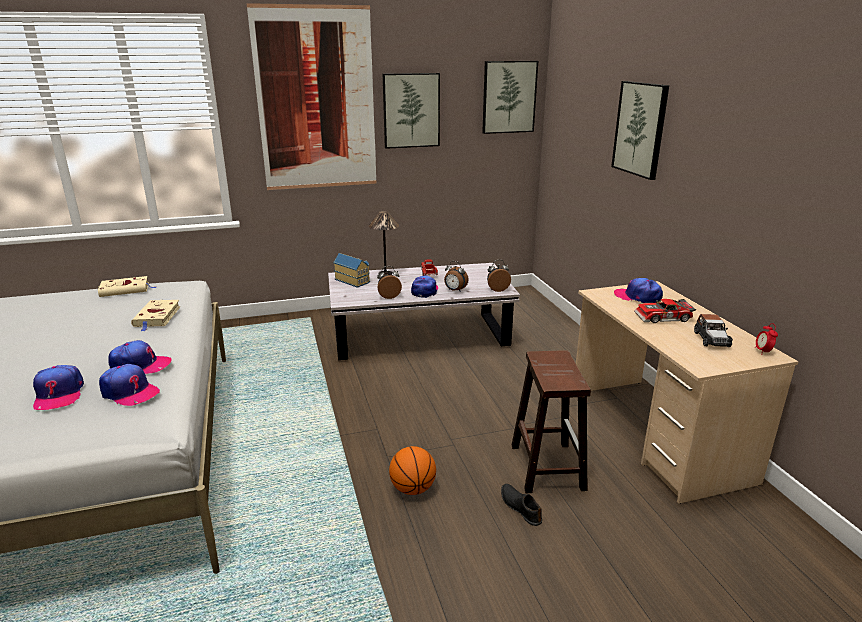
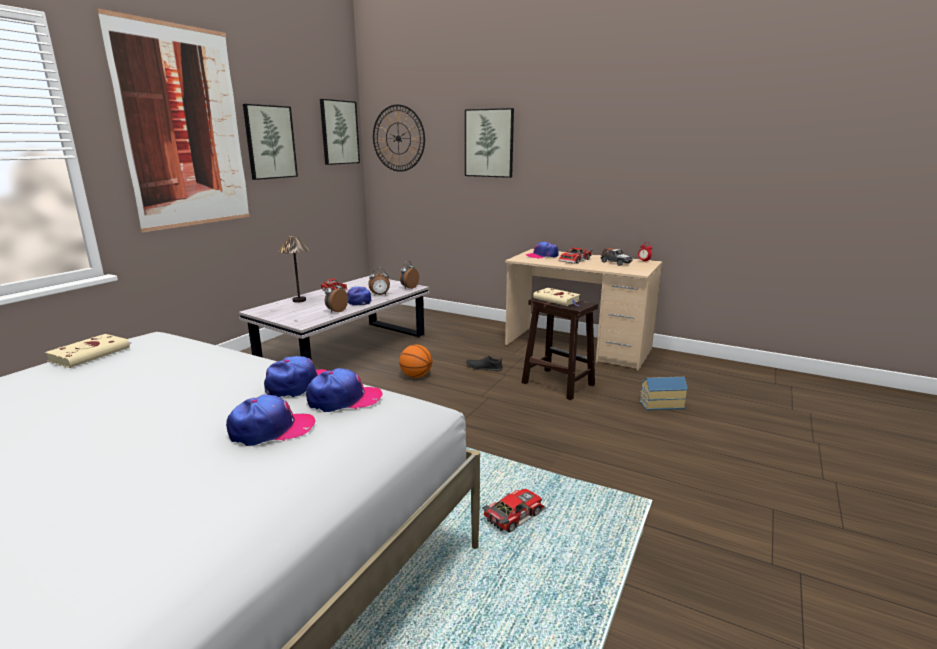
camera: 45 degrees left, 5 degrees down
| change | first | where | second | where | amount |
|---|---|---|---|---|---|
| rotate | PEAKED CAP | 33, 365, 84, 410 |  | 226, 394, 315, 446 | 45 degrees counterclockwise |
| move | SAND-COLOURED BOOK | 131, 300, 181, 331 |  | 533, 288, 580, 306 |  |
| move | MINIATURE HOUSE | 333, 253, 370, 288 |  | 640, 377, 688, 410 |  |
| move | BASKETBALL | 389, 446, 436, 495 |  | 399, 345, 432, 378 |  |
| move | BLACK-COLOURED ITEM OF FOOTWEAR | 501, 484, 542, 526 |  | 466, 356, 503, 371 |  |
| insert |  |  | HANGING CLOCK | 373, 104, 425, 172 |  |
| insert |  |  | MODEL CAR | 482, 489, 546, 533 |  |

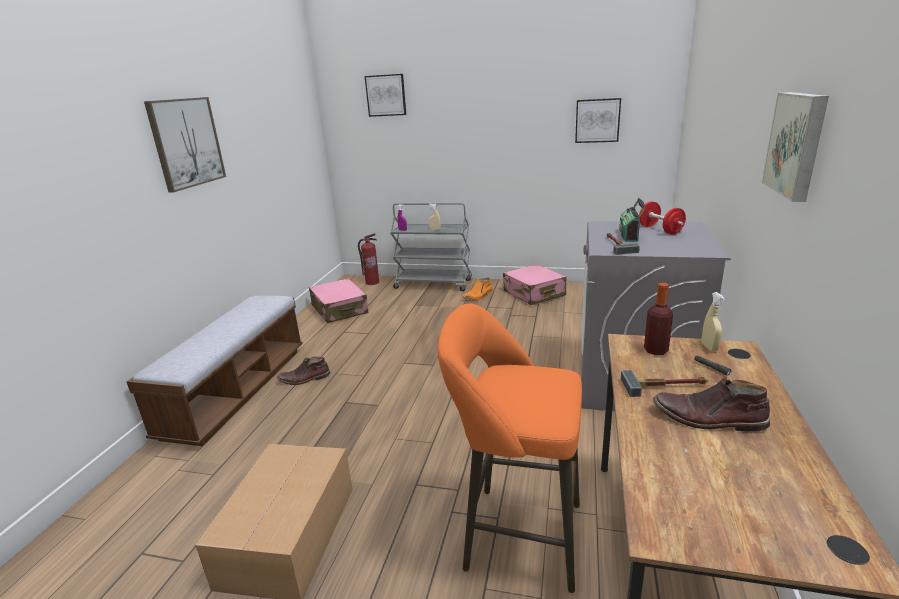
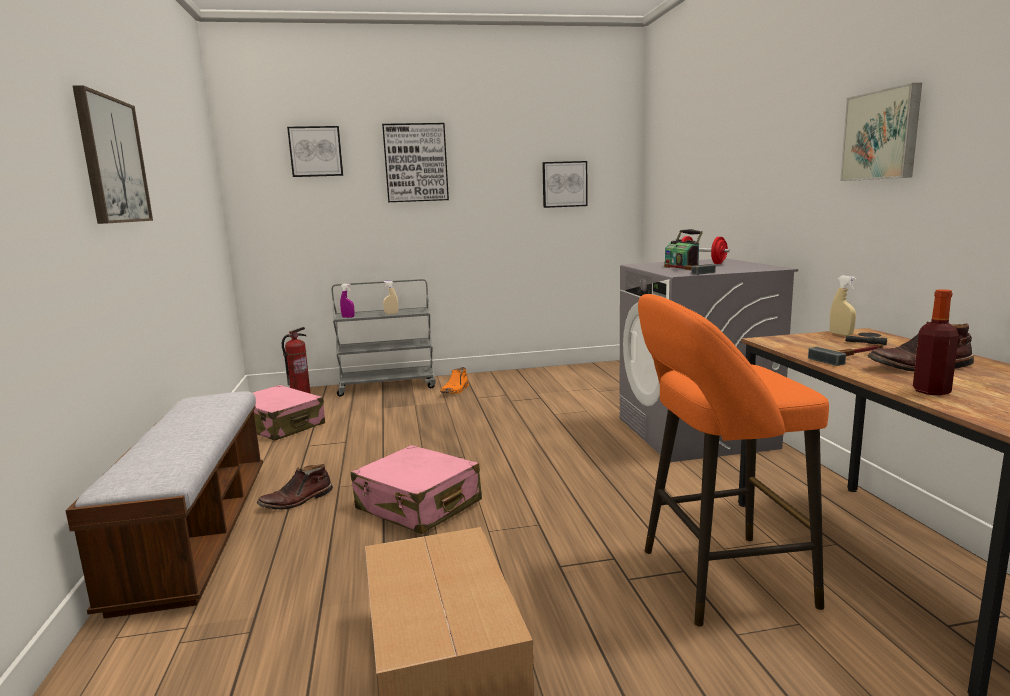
camera: 25 degrees left, 10 degrees down
| change | first | where | second | where | amount |
|---|---|---|---|---|---|
| move | PINK-COLOURED SUITCASE | 503, 264, 566, 305 |  | 351, 445, 482, 534 |  |
| move | BOTTLE | 644, 283, 673, 355 |  | 913, 289, 959, 396 |  |
| insert |  |  | WALL ART | 382, 123, 449, 202 |  |

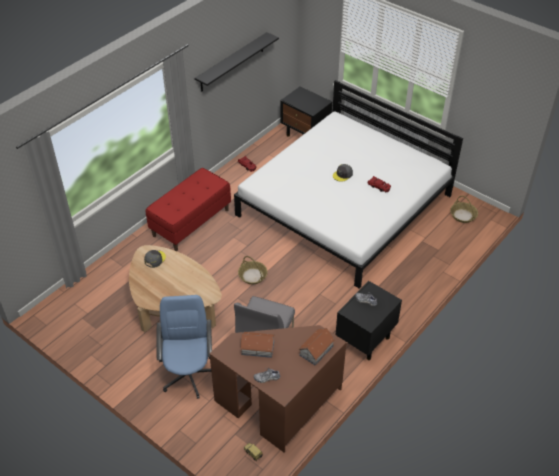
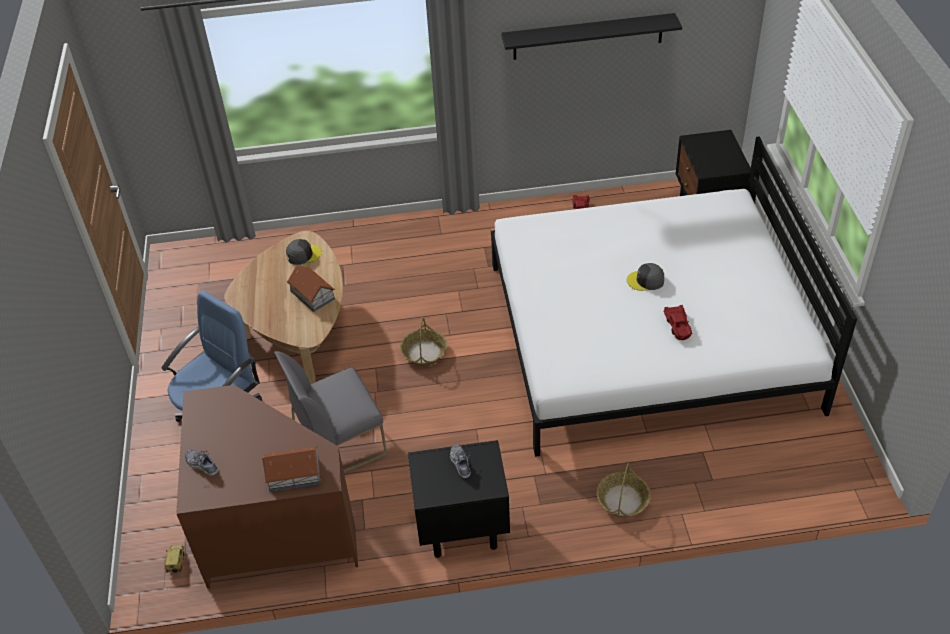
camera: 45 degrees right, 0 degrees up
| change | first | where | second | where | amount |
|---|---|---|---|---|---|
| delete | REDDISH INDOOR BENCH | 146, 168, 231, 251 |  |  |  |
| move | MINIATURE HOUSE | 241, 332, 275, 358 |  | 287, 265, 335, 312 |  |
| move | STORAGE BASKET | 450, 196, 478, 223 |  | 597, 463, 651, 517 |  |

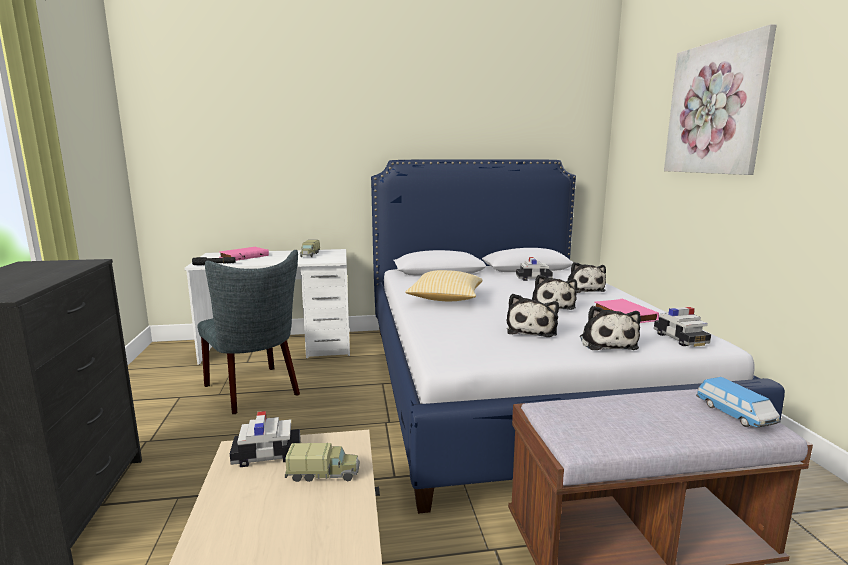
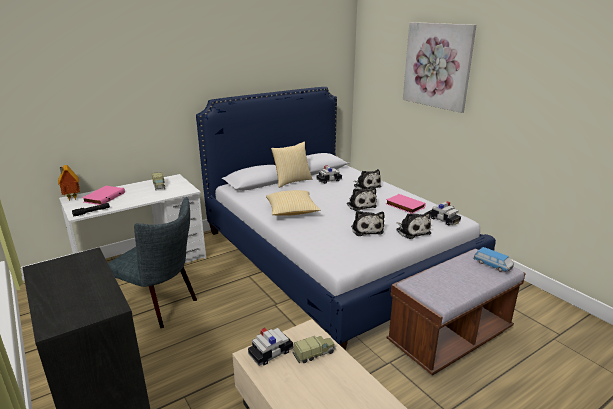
camera: 25 degrees left, 10 degrees up
| change | first | where | second | where | amount |
|---|---|---|---|---|---|
| insert |  |  | MINIATURE HOUSE | 58, 165, 80, 201 |  |
| insert |  |  | CUSHION | 271, 142, 312, 188 |  |

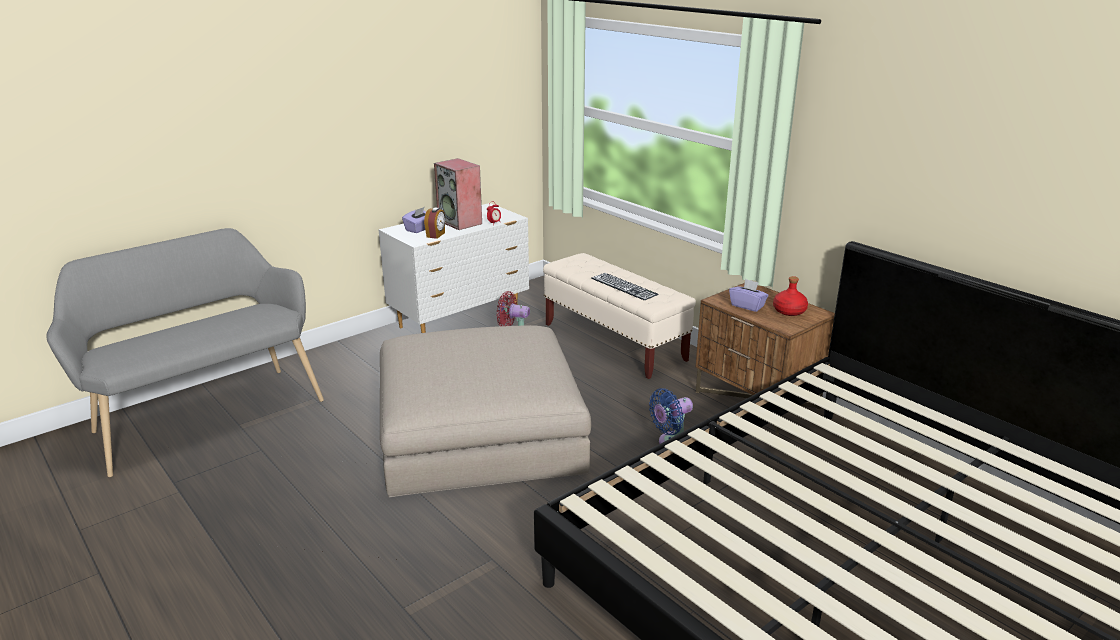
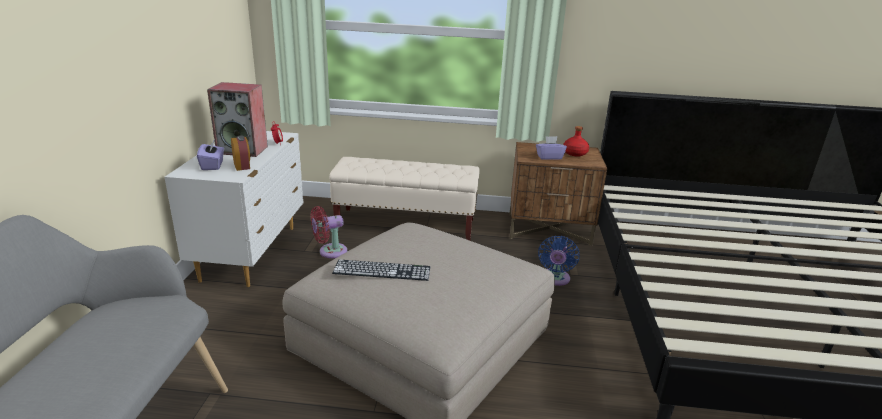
camera: 45 degrees left, 0 degrees up
| change | first | where | second | where | amount |
|---|---|---|---|---|---|
| move | COMPUTER KEYBOARD | 591, 273, 658, 300 |  | 332, 260, 430, 281 |  |

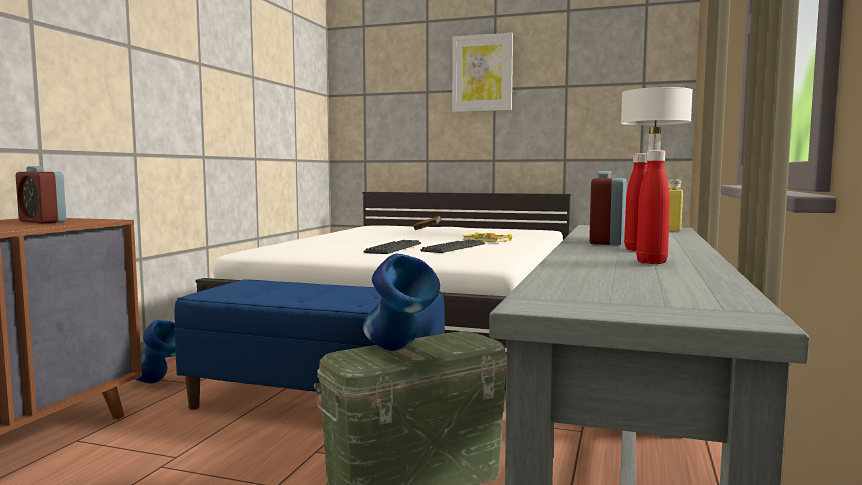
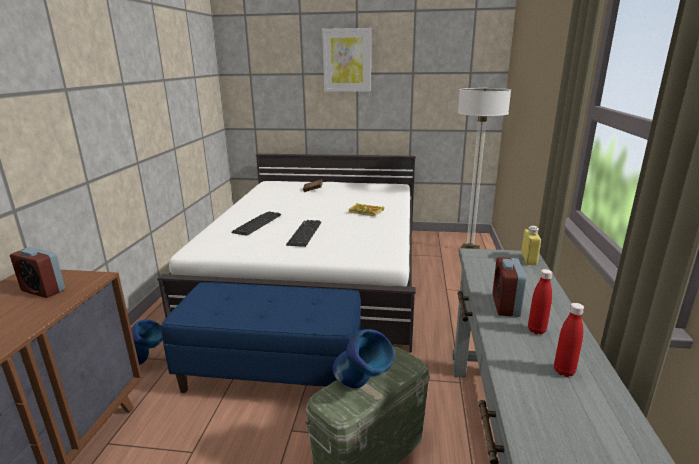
camera: 10 degrees left, 15 degrees up
| change | first | where | second | where | amount |
|---|---|---|---|---|---|
| move | COMPUTER KEYBOARD | 420, 240, 485, 253 |  | 231, 212, 281, 235 |  |

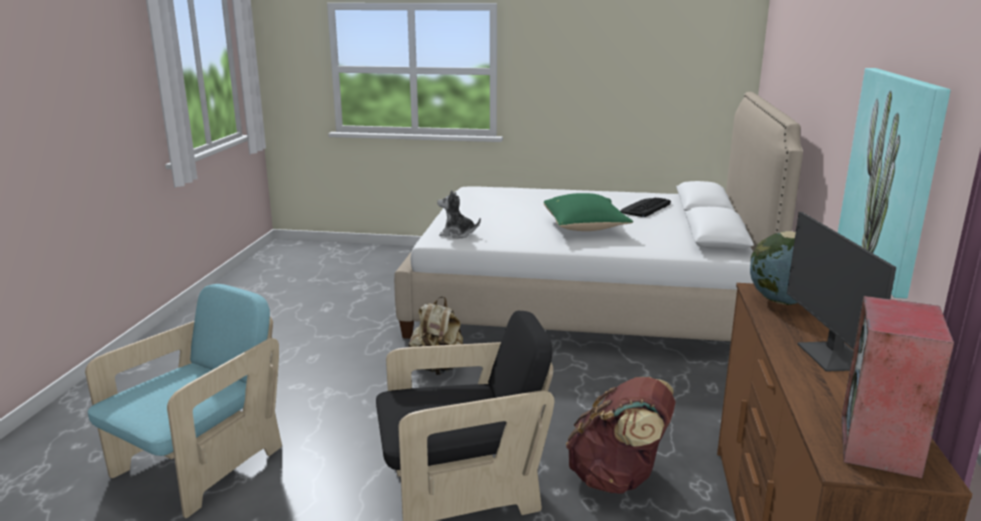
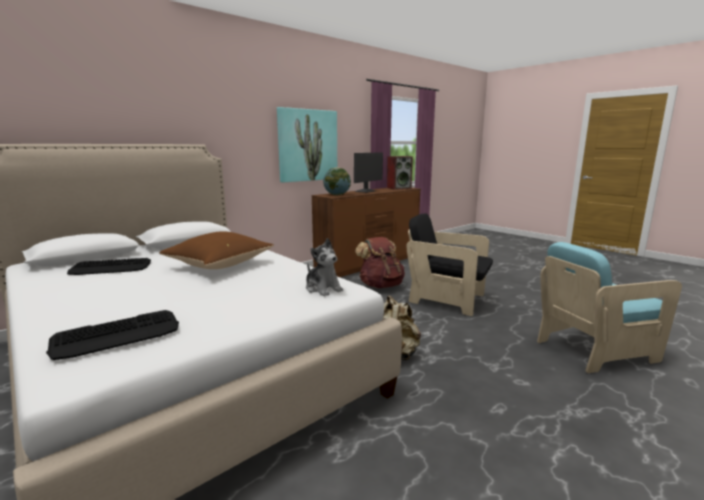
camera: 140 degrees left, 5 degrees down
| change | first | where | second | where | amount |
|---|---|---|---|---|---|
| recolor | GREEN-COLOURED CUSHION | 544, 193, 633, 231 | BROWN CUSHION | 159, 231, 274, 269 |  |
| insert |  |  | COMPUTER KEYBOARD | 46, 310, 179, 360 |  |

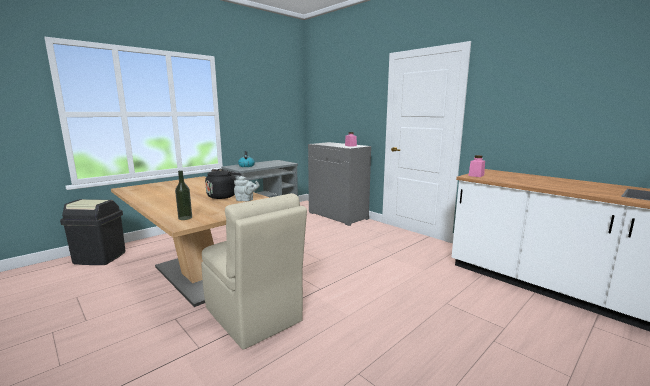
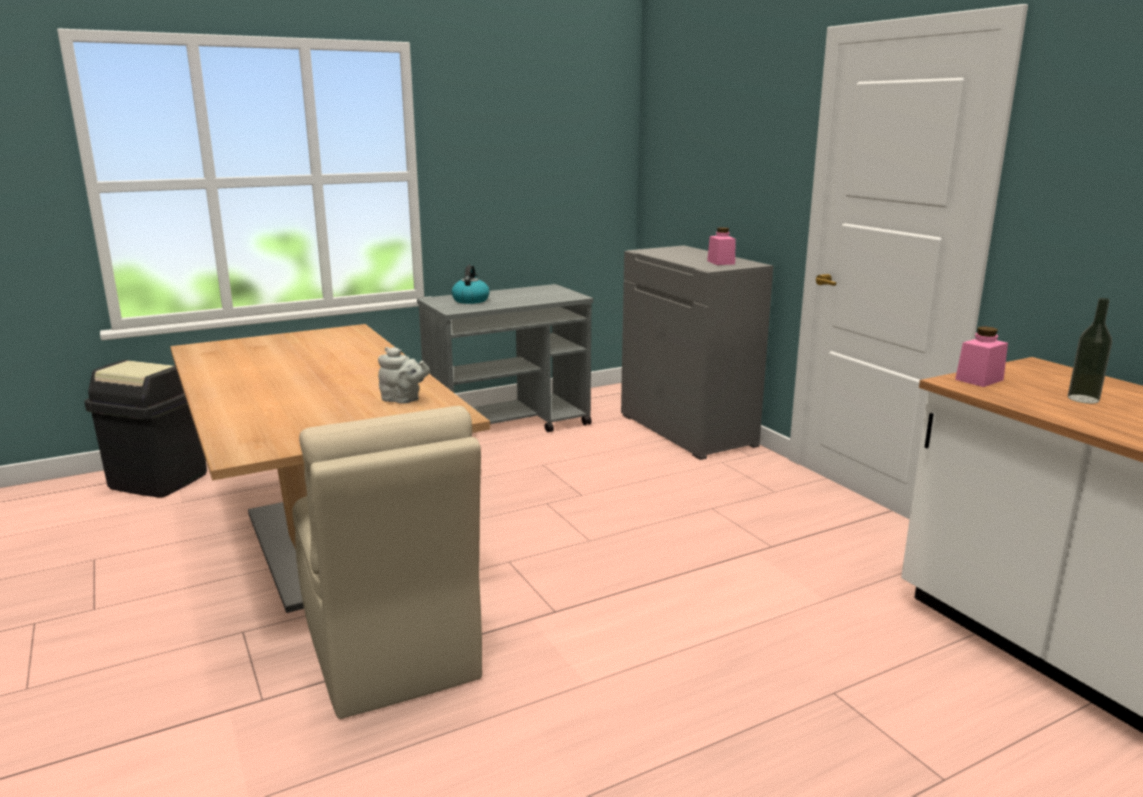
camera: 15 degrees right, 5 degrees up
| change | first | where | second | where | amount |
|---|---|---|---|---|---|
| move | BOTTLE | 175, 170, 192, 220 |  | 1068, 298, 1112, 404 |  |
| delete | BLACK-COLOURED TEA KETTLE | 205, 169, 241, 199 |  |  |  |

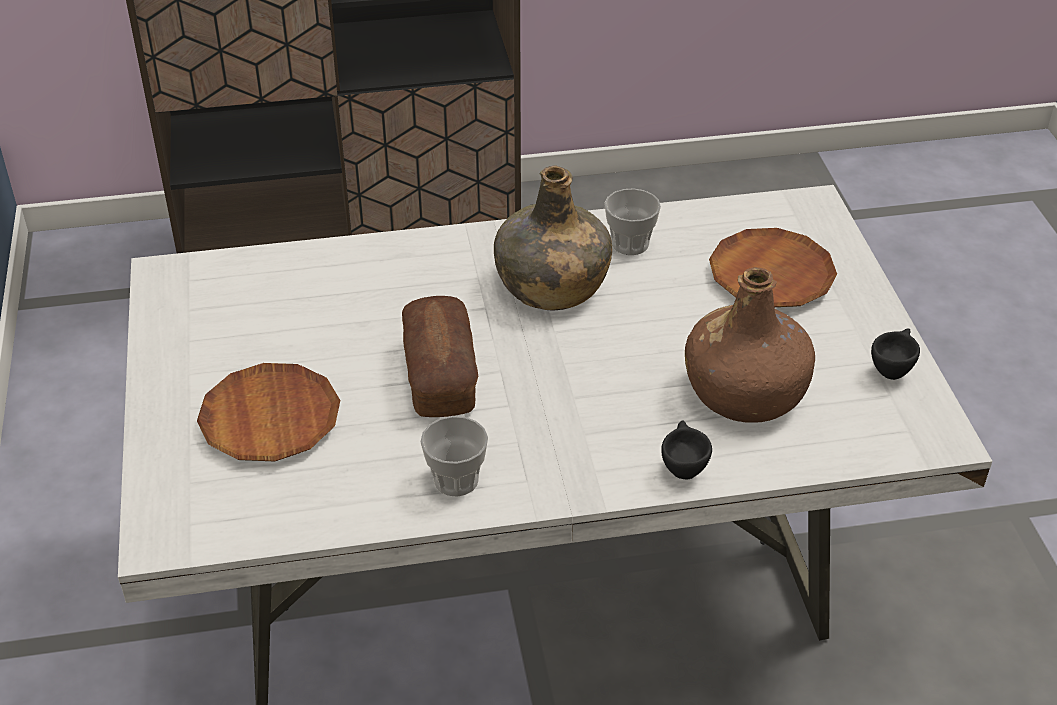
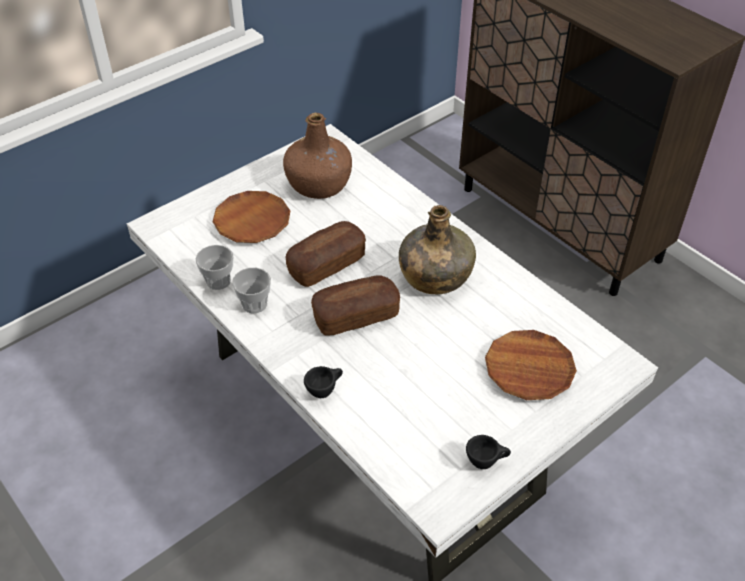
camera: 60 degrees right, 5 degrees up
| change | first | where | second | where | amount |
|---|---|---|---|---|---|
| move | SMALL CUP | 604, 188, 661, 255 |  | 196, 245, 234, 290 |  |
| move | BROWN BOTTLE | 685, 267, 815, 423 |  | 283, 113, 352, 199 |  |
| insert |  |  | BAKED BREAD | 311, 275, 400, 335 |  |

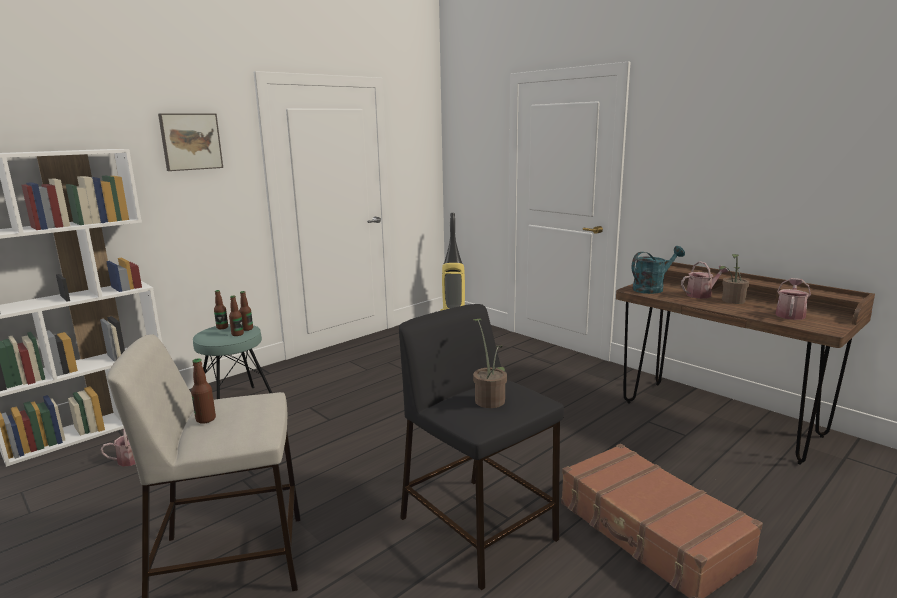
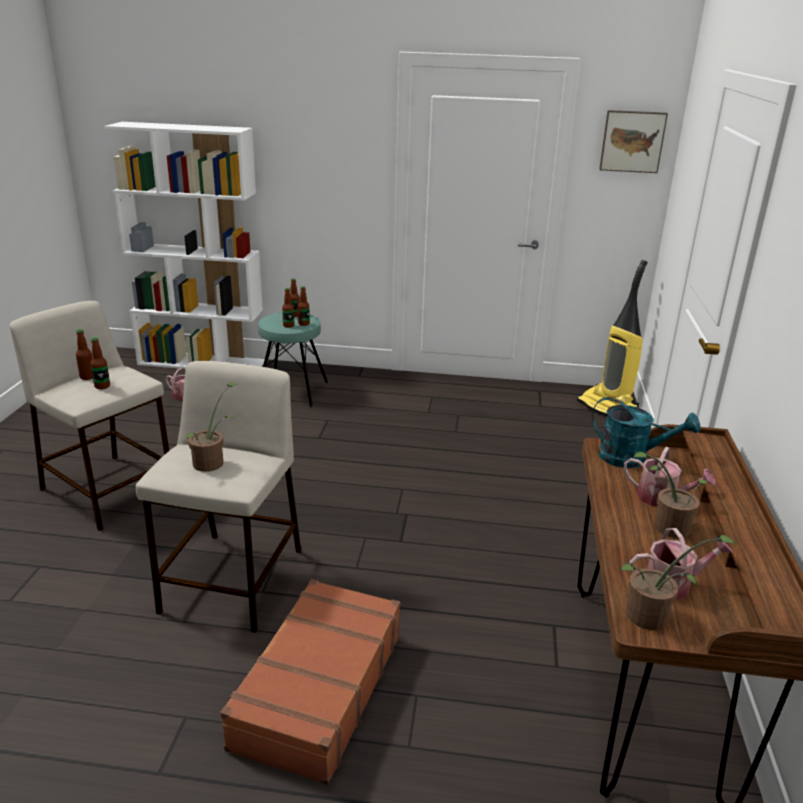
camera: 50 degrees right, 10 degrees up
| change | first | where | second | where | amount |
|---|---|---|---|---|---|
| move | WALL ART | 158, 113, 223, 171 |  | 599, 110, 668, 173 |  |
| recolor | BLACK-COLOURED SITTING STOOL | 399, 304, 564, 590 | SAND-COLOURED SITTING STOOL | 136, 361, 301, 633 |  |
| insert |  |  | BOTTLE | 90, 338, 110, 389 |  |
| insert |  |  | PLANT IN A POT | 620, 535, 736, 630 |  |

